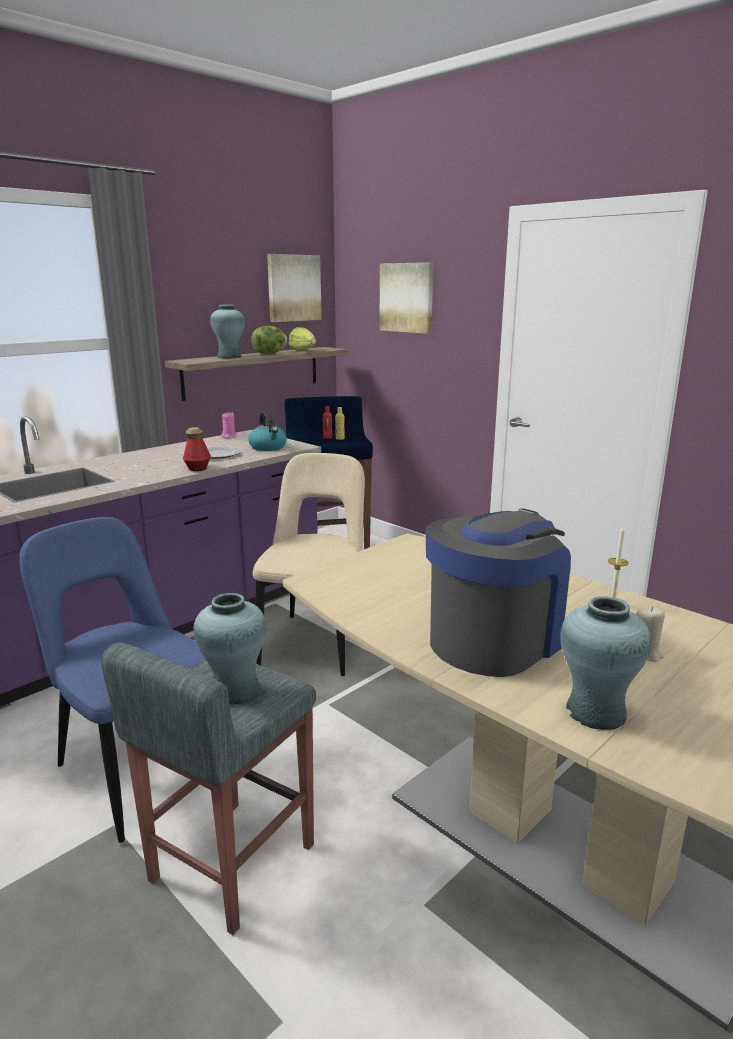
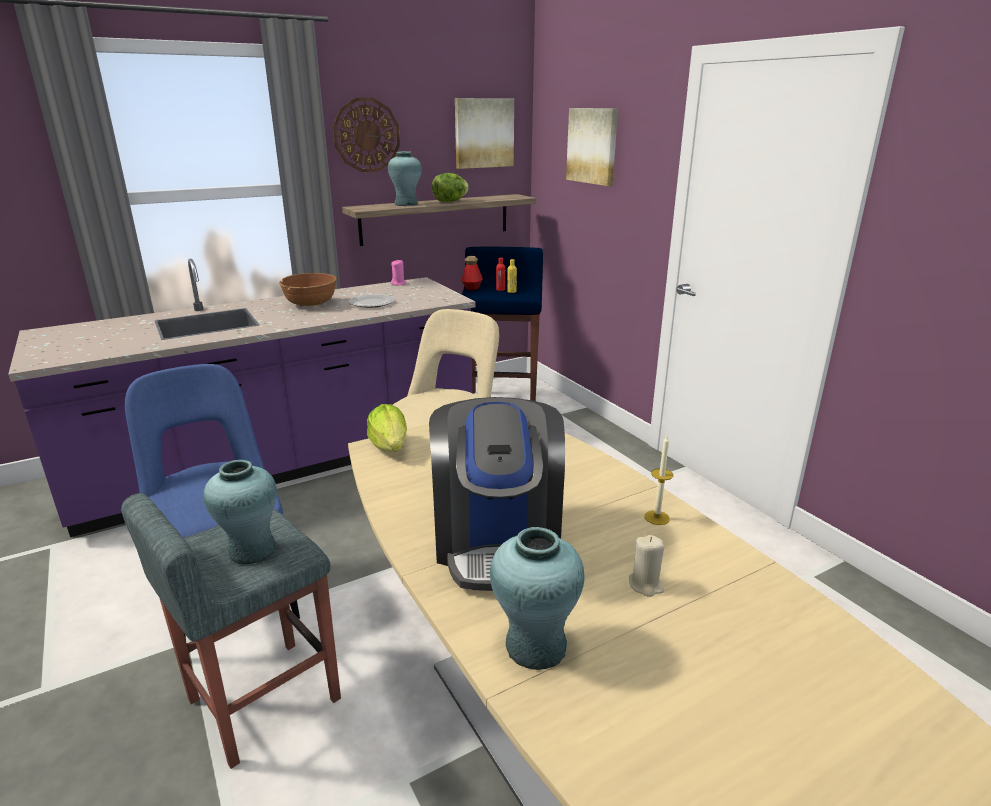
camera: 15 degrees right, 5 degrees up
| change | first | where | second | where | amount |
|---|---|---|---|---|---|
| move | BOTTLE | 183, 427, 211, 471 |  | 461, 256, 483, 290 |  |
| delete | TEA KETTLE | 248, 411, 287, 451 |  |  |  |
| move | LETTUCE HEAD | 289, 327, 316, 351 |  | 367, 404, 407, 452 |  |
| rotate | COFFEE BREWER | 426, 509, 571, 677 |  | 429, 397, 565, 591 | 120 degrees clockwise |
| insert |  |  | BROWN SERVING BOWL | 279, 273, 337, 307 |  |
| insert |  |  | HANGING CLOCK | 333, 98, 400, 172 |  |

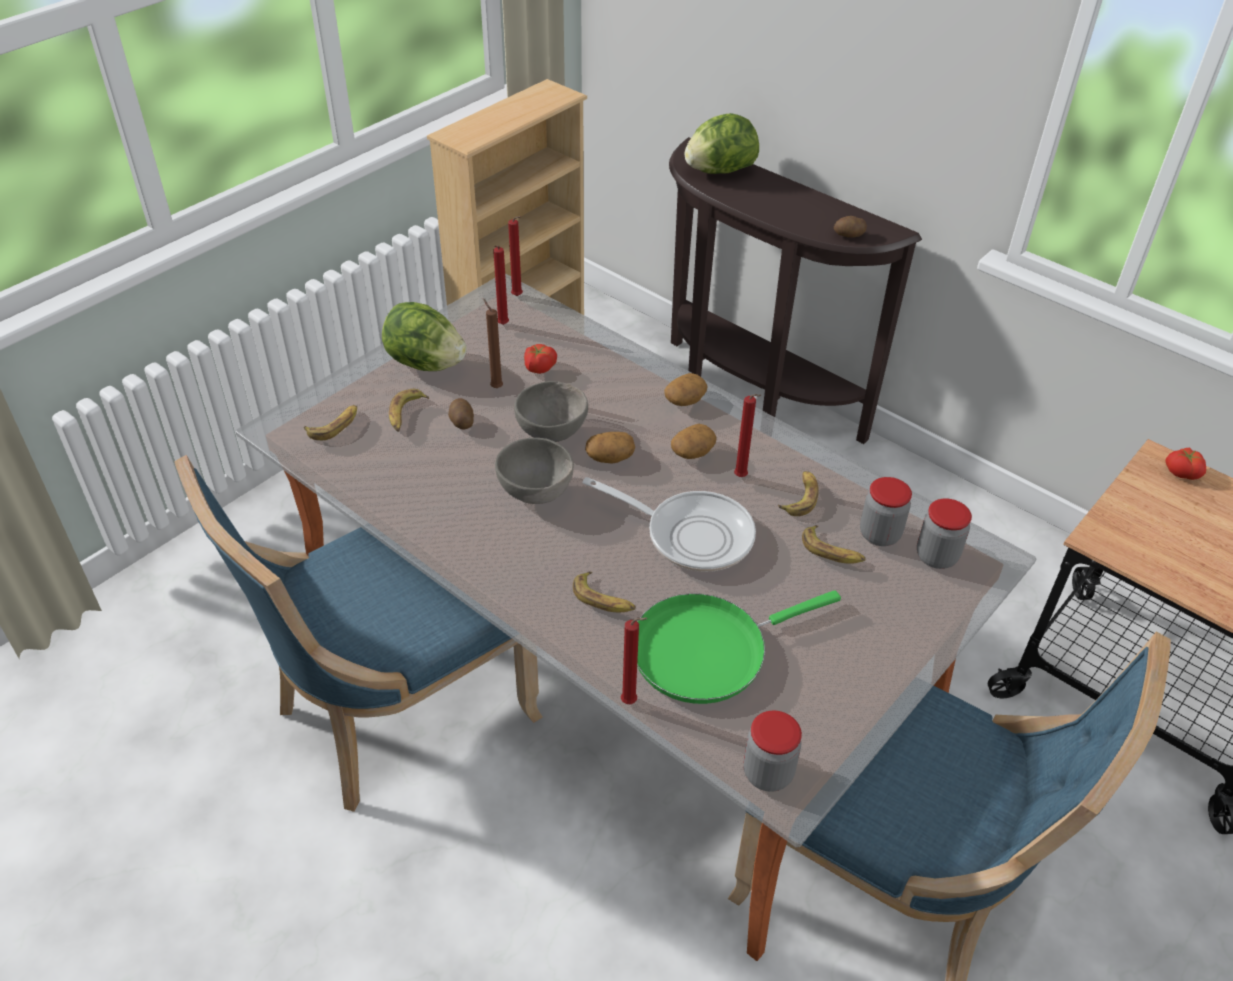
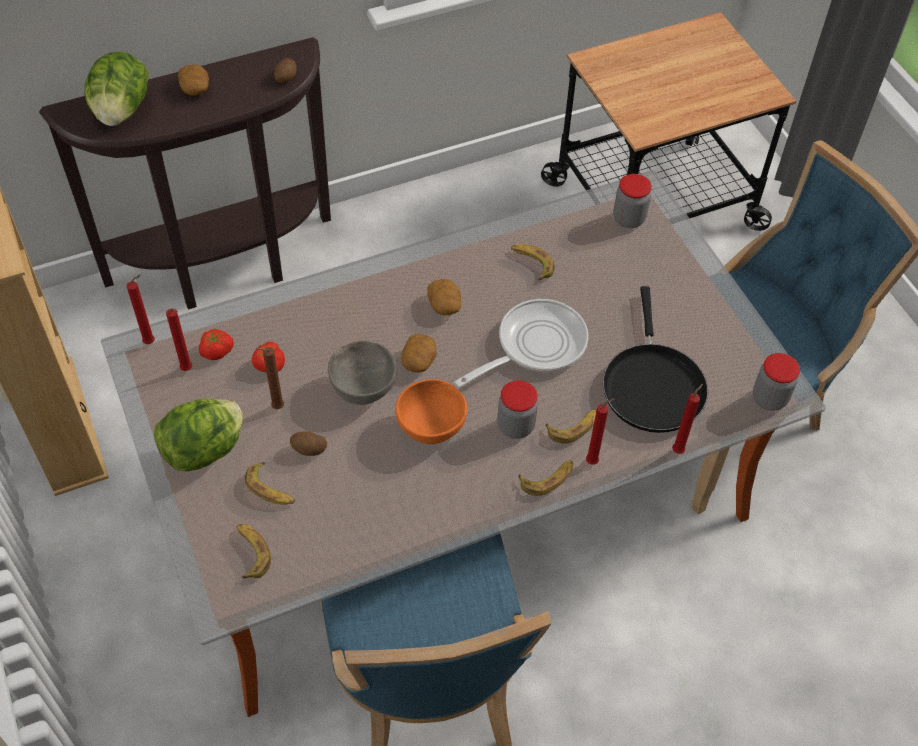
camera: 65 degrees left, 10 degrees up
| change | first | where | second | where | amount |
|---|---|---|---|---|---|
| recolor | GRAY SERVING BOWL | 495, 438, 574, 504 | ORANGE SERVING BOWL | 395, 379, 467, 444 |  |
| recolor | GREEN-COLOURED FRYING PAN | 637, 590, 841, 704 | BLACK-COLOURED FRYING PAN | 603, 286, 708, 433 |  |
| move | POTATO | 664, 373, 707, 406 |  | 178, 64, 209, 95 |  |
| move | REDDISH WAX CANDLE | 734, 394, 762, 477 |  | 586, 398, 615, 465 |  |
| move | BANANA FRUIT | 802, 525, 866, 564 |  | 519, 460, 573, 496 |  |
| move | JAR | 860, 477, 912, 546 |  | 497, 380, 538, 439 |  |
| move | WHOLE TOMATO | 1165, 448, 1206, 480 |  | 199, 329, 234, 360 |  |

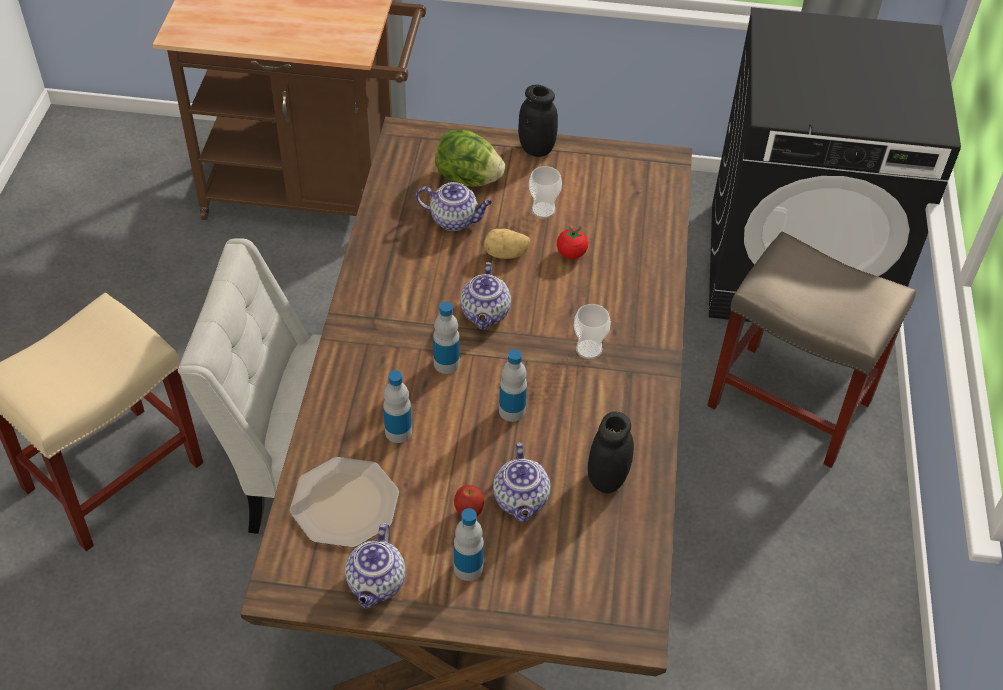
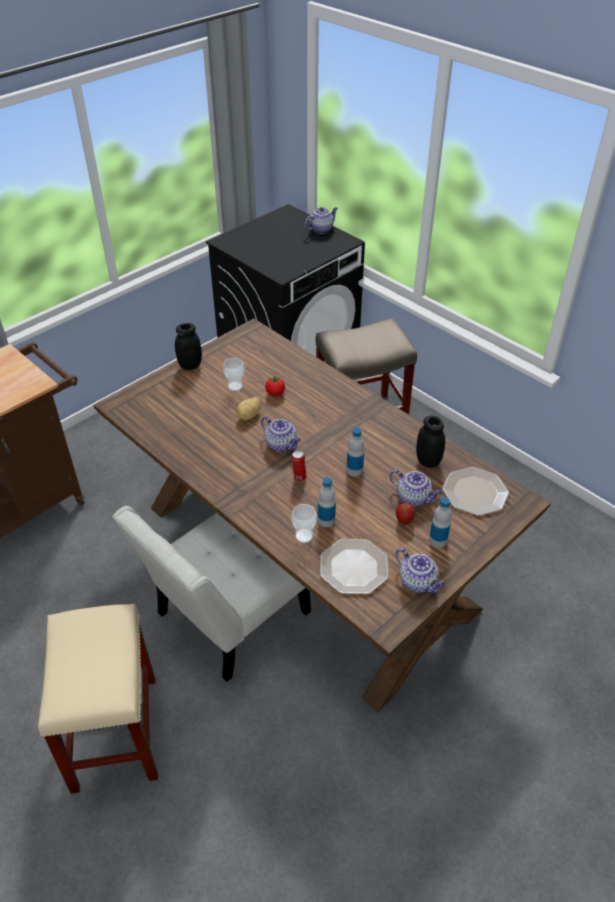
camera: 50 degrees left, 5 degrees down
| change | first | where | second | where | amount |
|---|---|---|---|---|---|
| move | TEAPOT | 416, 182, 492, 231 |  | 305, 207, 338, 234 |  |
| replace | BOTTLE | 433, 302, 460, 374 | METAL CAN | 292, 450, 307, 481 |  |
| delete | LETTUCE HEAD | 435, 130, 505, 187 |  |  |  |
| move | SMALL CUP | 574, 304, 611, 359 |  | 291, 504, 317, 543 |  |
| insert |  |  | PLATE | 442, 467, 509, 516 |  |

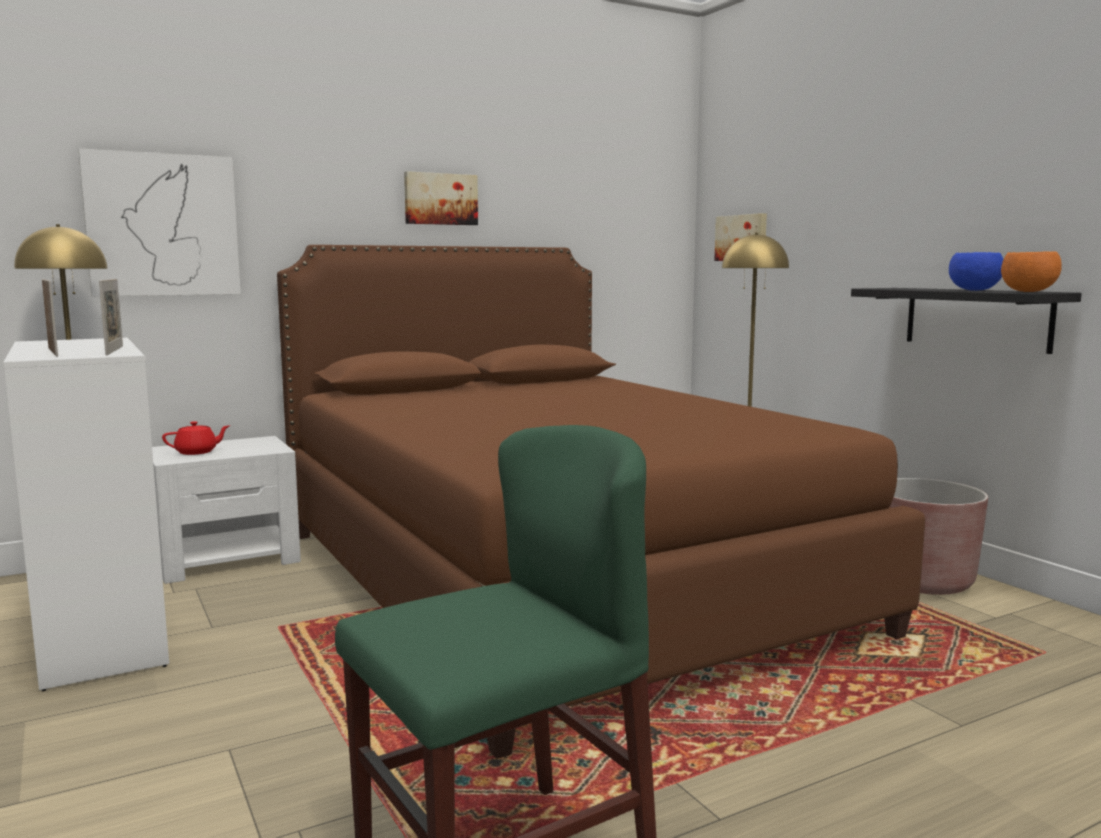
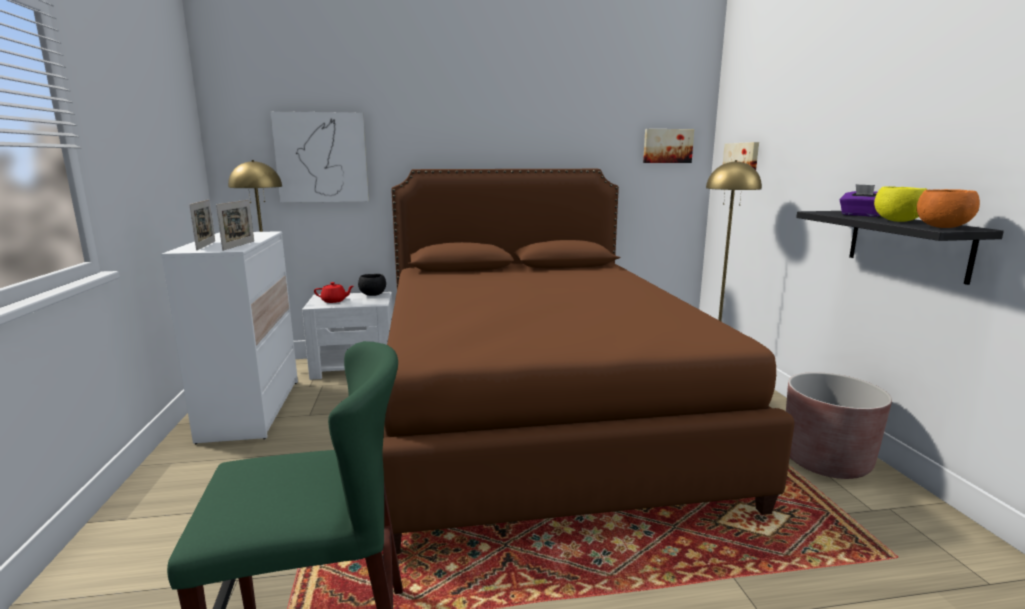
camera: 20 degrees right, 5 degrees up
| change | first | where | second | where | amount |
|---|---|---|---|---|---|
| move | WALL ART | 404, 171, 478, 225 |  | 643, 129, 694, 163 |  |
| recolor | BLUE-COLOURED SERVING BOWL | 949, 252, 1004, 291 | YELLOW-COLOURED SERVING BOWL | 874, 186, 927, 222 |  |
| insert |  |  | BLACK-COLOURED SERVING BOWL | 358, 274, 386, 296 |  |
| insert |  |  | PURPLE-COLOURED TISSUE BOX | 840, 184, 880, 217 |  |

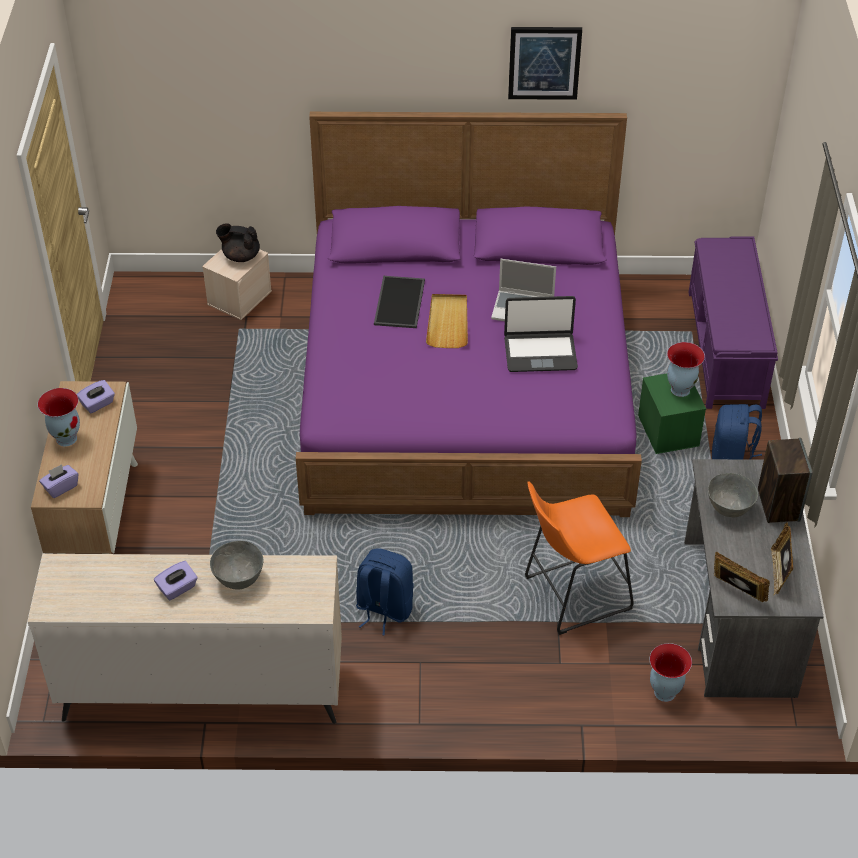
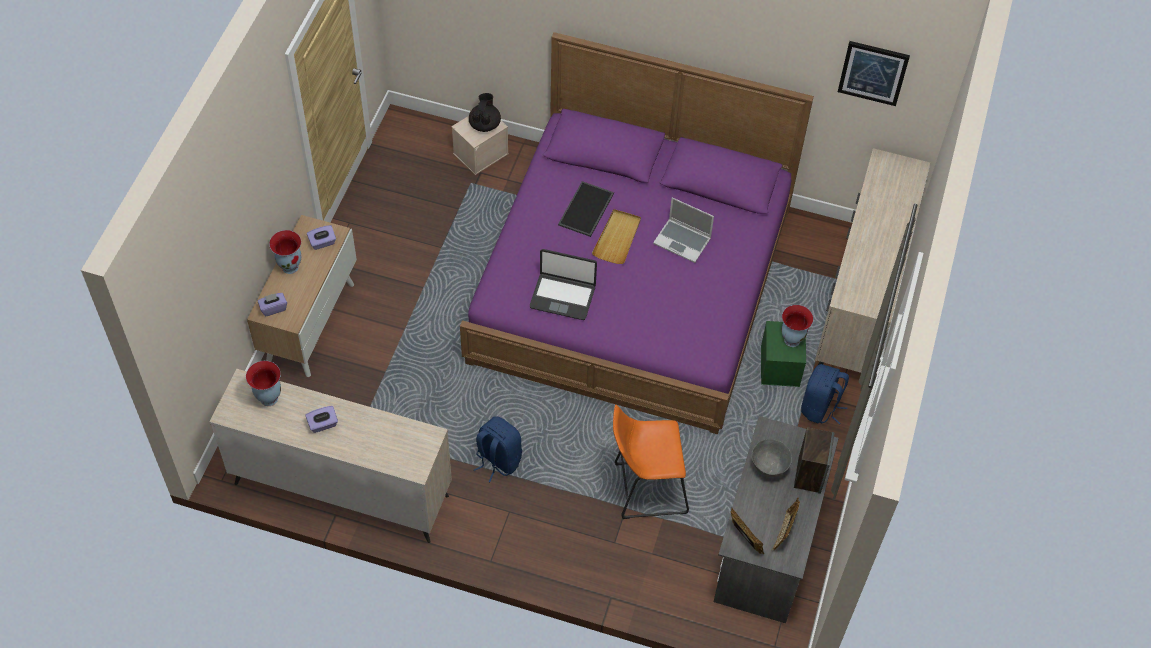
camera: 15 degrees right, 10 degrees up
| change | first | where | second | where | amount |
|---|---|---|---|---|---|
| delete | GRAY SERVING BOWL | 210, 541, 264, 590 |  |  |  |
| rotate | BLACK-COLOURED TEAPOT | 216, 223, 260, 262 |  | 469, 93, 501, 132 | 75 degrees clockwise |
| move | LAPTOP | 504, 296, 578, 372 |  | 530, 249, 597, 320 |  |
| move | WALL ART | 508, 27, 582, 100 |  | 838, 41, 910, 106 |  |
| move | VASE | 650, 643, 692, 702 |  | 246, 361, 281, 406 |  |
| replace | PURPLE-COLOURED INDOOR BENCH | 688, 236, 778, 409 | SAND-COLOURED CHEST OF DRAWERS | 815, 148, 930, 373 |  |

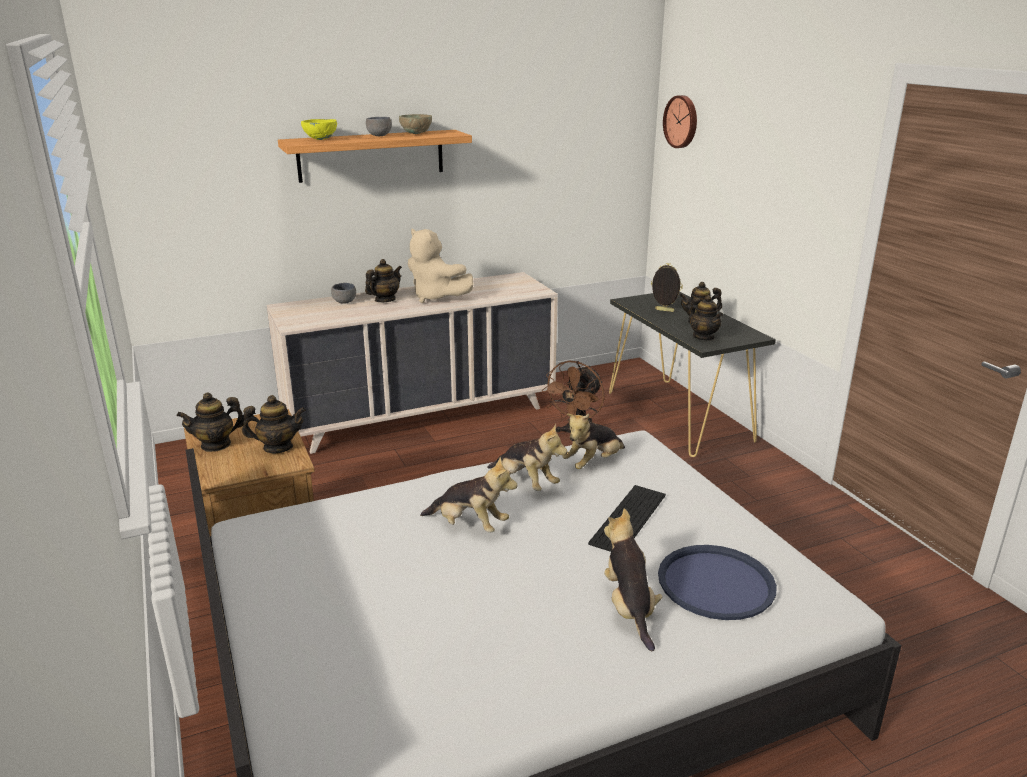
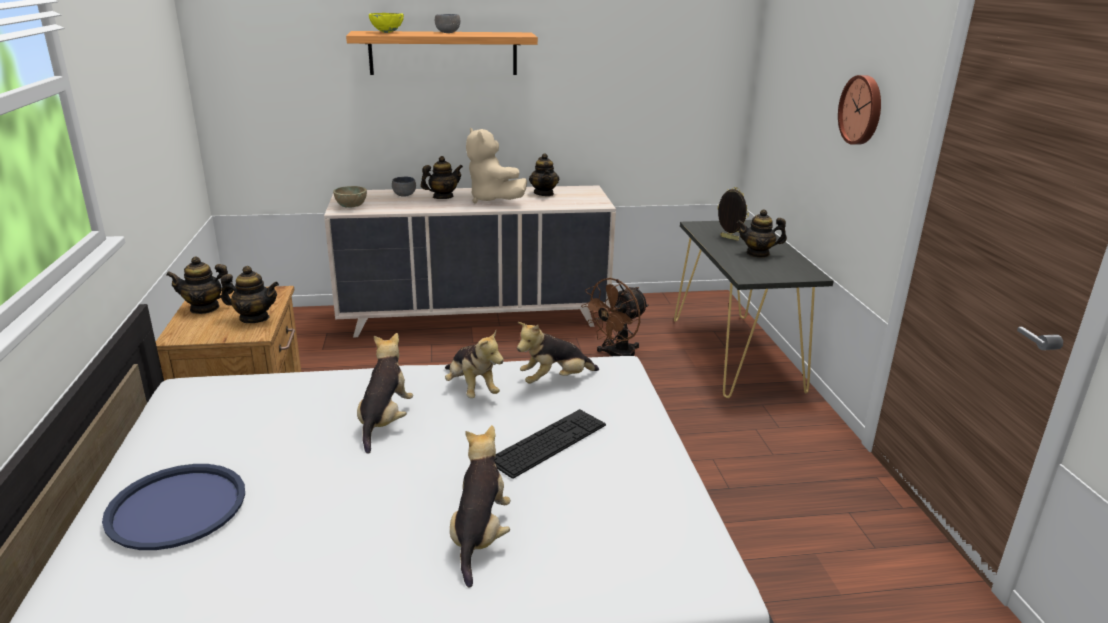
camera: 15 degrees right, 0 degrees up
| change | first | where | second | where | amount |
|---|---|---|---|---|---|
| move | SAND-COLOURED SERVING BOWL | 399, 114, 432, 134 |  | 333, 186, 367, 207 |  |
| rotate | PLUSH TOY | 420, 457, 518, 533 |  | 357, 333, 413, 454 | 120 degrees counterclockwise |
| move | BLUE-COLOURED CARRYING TRAY | 658, 545, 777, 620 |  | 102, 464, 245, 550 |  |
| move | HANGING CLOCK | 663, 95, 697, 148 |  | 838, 75, 881, 145 |  |
| move | TEAPOT | 690, 295, 723, 341 |  | 529, 153, 559, 196 |  |

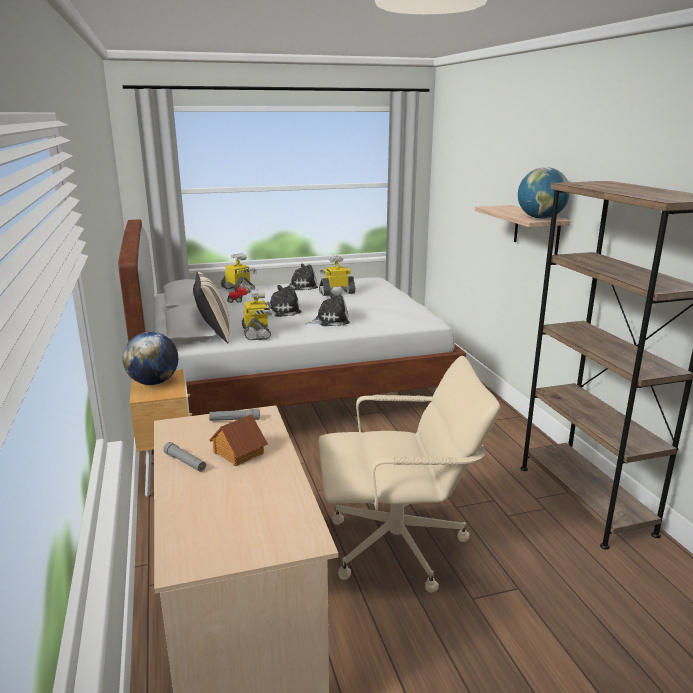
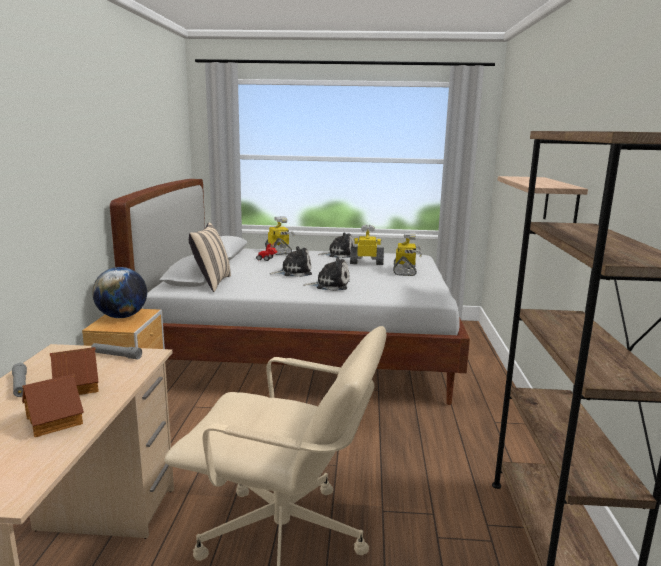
camera: 20 degrees right, 5 degrees down
| change | first | where | second | where | amount |
|---|---|---|---|---|---|
| move | TOY ROBOT | 242, 289, 275, 340 |  | 393, 232, 422, 276 |  |
| delete | WORLD GLOBE | 518, 167, 570, 219 |  |  |  |
| insert |  |  | MINIATURE HOUSE | 22, 374, 84, 437 |  |

